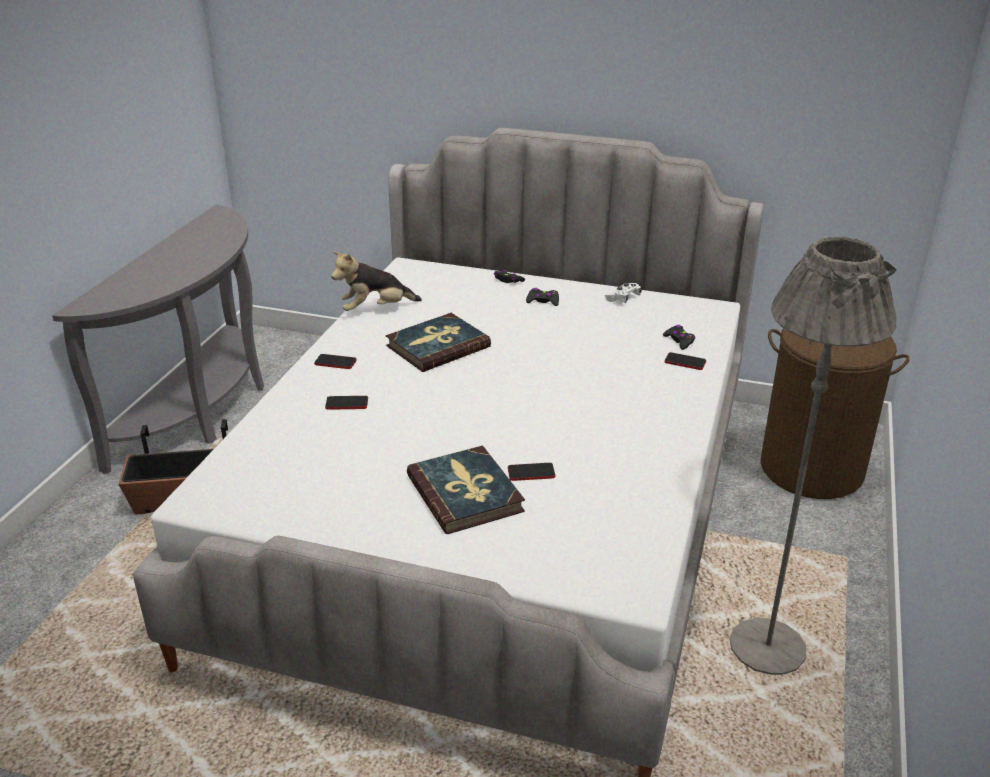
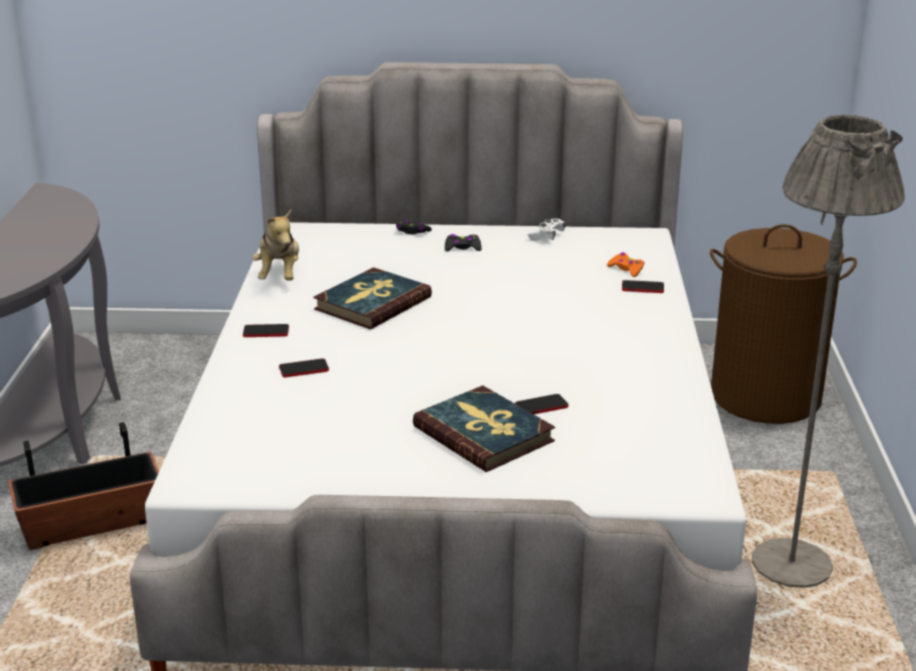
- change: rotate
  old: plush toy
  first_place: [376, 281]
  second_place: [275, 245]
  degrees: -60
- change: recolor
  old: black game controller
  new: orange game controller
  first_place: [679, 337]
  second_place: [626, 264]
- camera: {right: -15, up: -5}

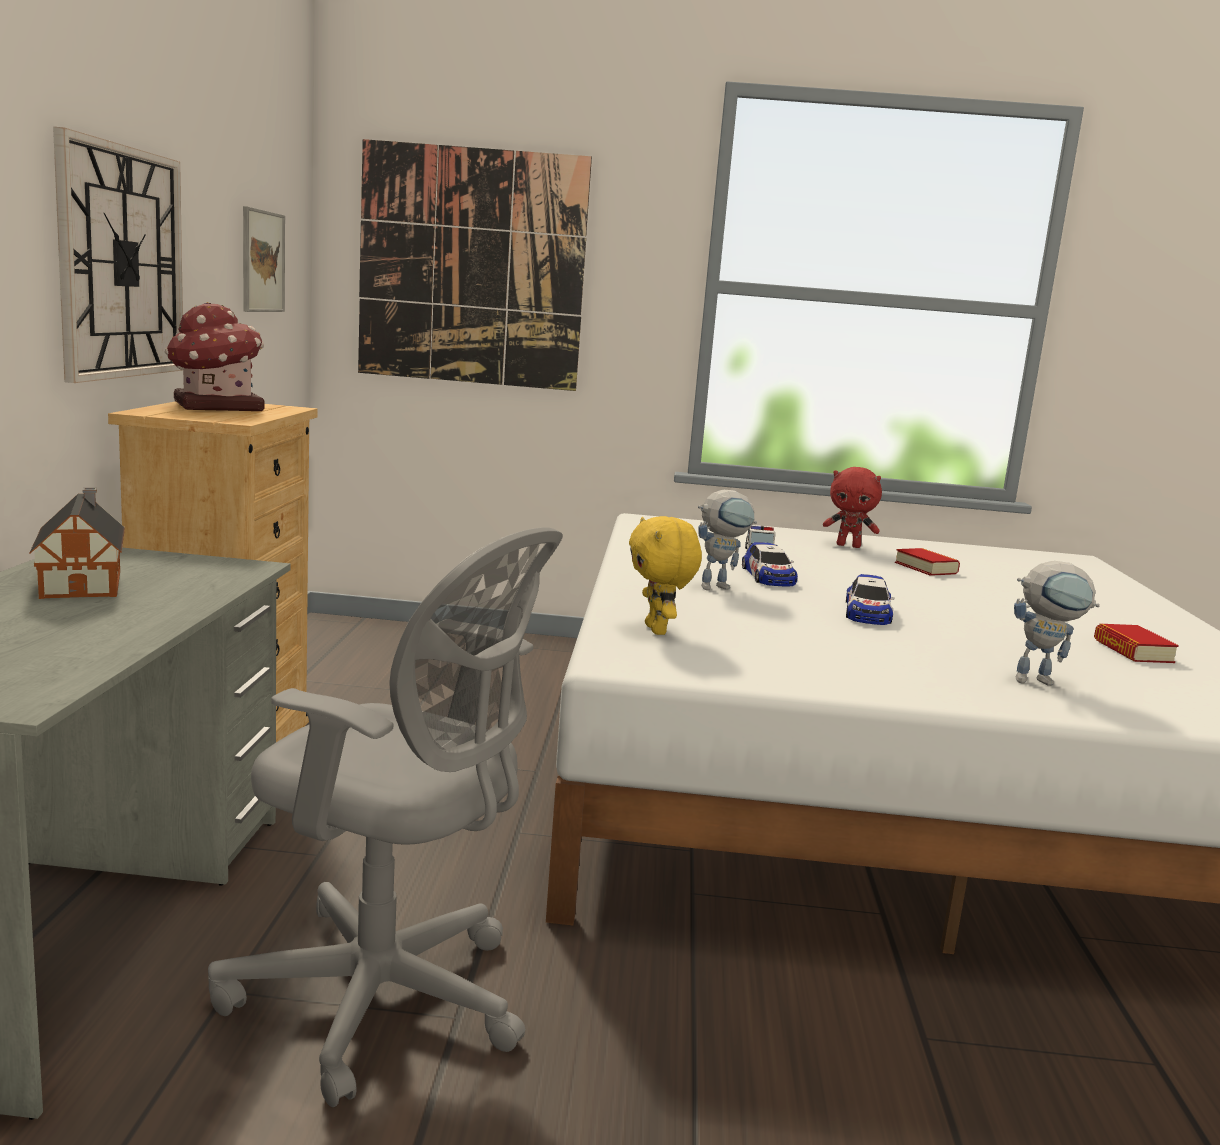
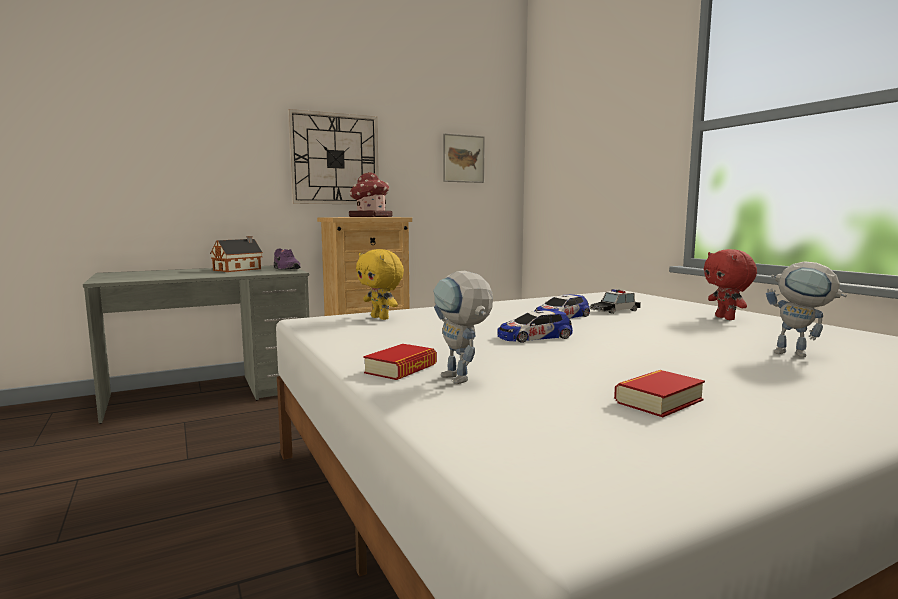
- change: delete
  old: picture
  first_place: [475, 265]
- change: move
  old: toy robot
  first_place: [727, 540]
  second_place: [806, 309]
- change: rotate
  old: yellow plush toy
  first_place: [665, 575]
  second_place: [380, 284]
  degrees: -90
- change: delete
  old: grey office chair
  first_place: [385, 817]
- change: move
  old: book
  first_place: [927, 562]
  second_place: [400, 362]
- change: insert
  new: purple shoe
  second_place: [287, 259]
- camera: {right: 60, up: -5}

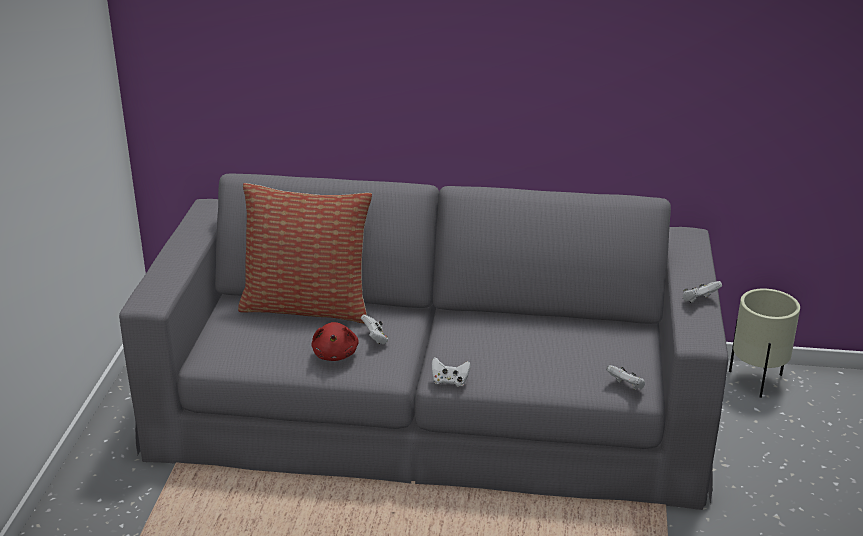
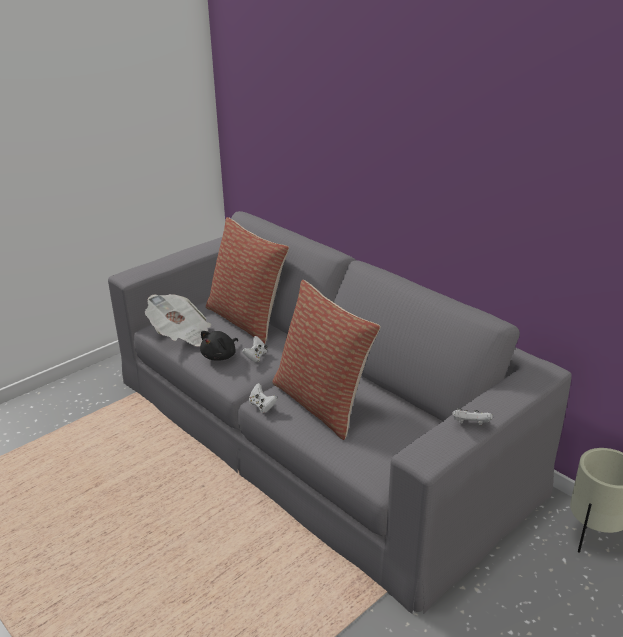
- change: recolor
  old: red plush toy
  new: black plush toy
  first_place: [335, 341]
  second_place: [219, 346]
- change: delete
  old: white game controller
  first_place: [626, 377]
- change: insert
  new: pillow
  second_place: [326, 360]
- change: insert
  new: newspaper
  second_place: [178, 320]
- camera: {right: 40, up: 0}

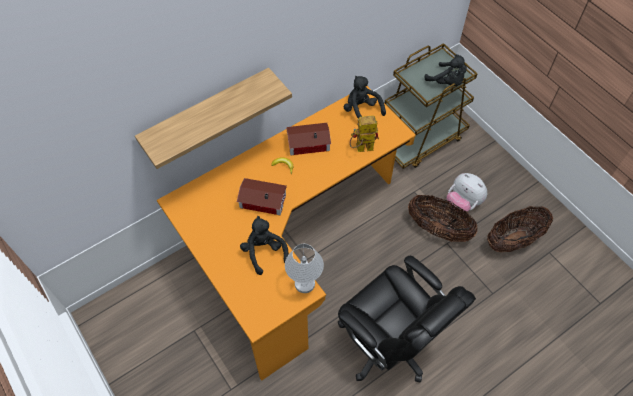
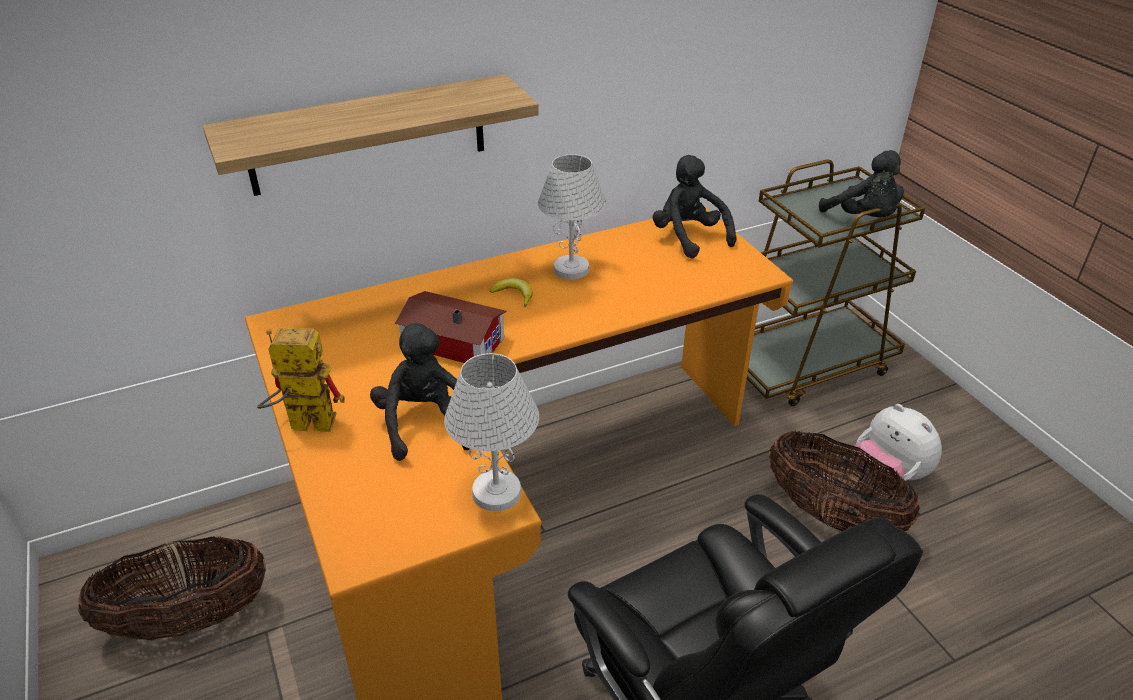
- change: move
  old: toy robot
  first_place: [364, 133]
  second_place: [301, 380]
- change: replace
  old: toy house
  new: white table lamp
  first_place: [308, 139]
  second_place: [572, 217]
- change: move
  old: basket
  first_place: [520, 229]
  second_place: [172, 588]
- camera: {right: 10, up: -20}

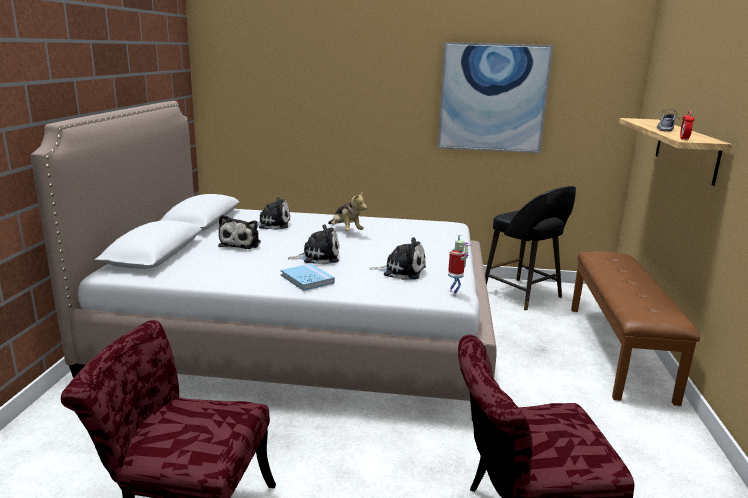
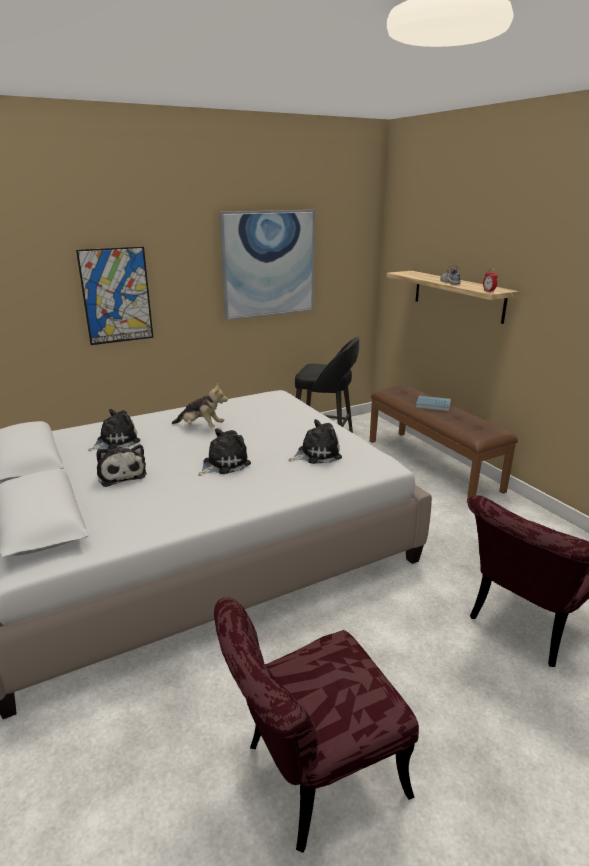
- change: delete
  old: toy robot
  first_place: [459, 265]
- change: move
  old: blue book
  first_place: [308, 277]
  second_place: [433, 403]
- change: insert
  new: picture
  second_place: [114, 296]
- camera: {right: -35, up: 5}

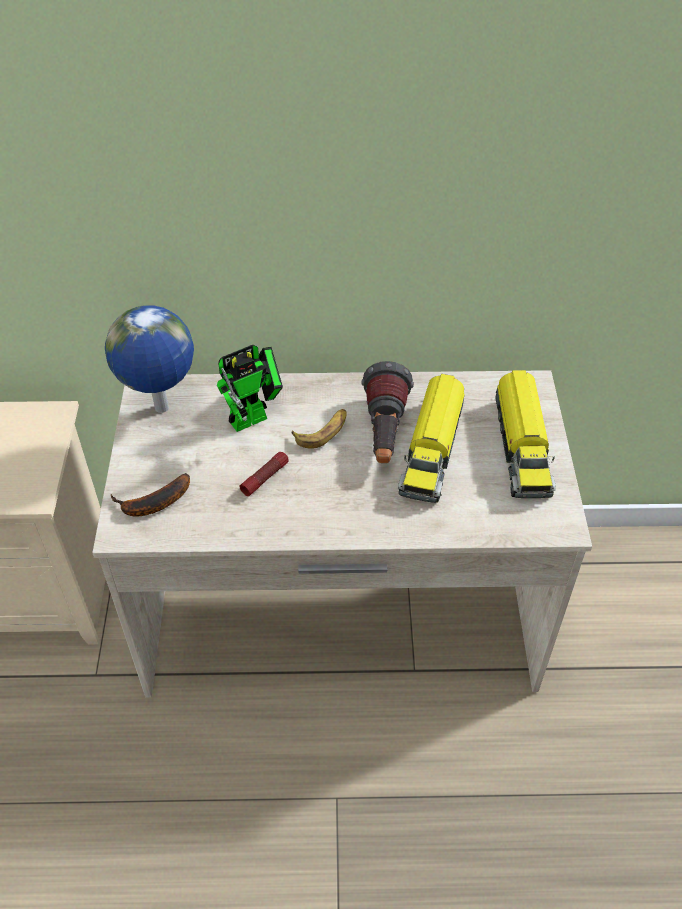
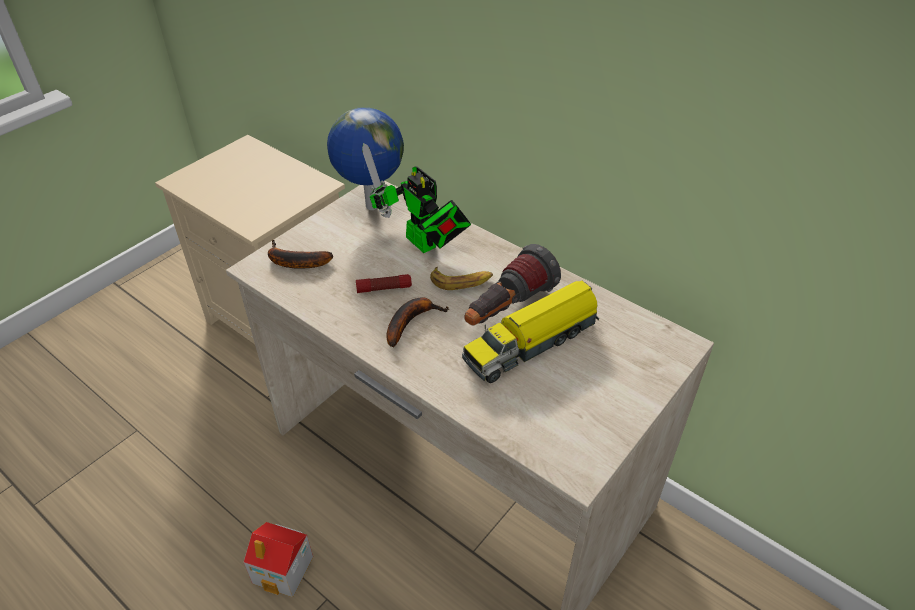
- change: rotate
  old: toy robot
  first_place: [250, 388]
  second_place: [416, 198]
  degrees: 45
- change: delete
  old: toy truck
  first_place: [525, 434]
- change: insert
  new: banana
  second_place: [418, 322]
- change: insert
  new: toy house
  second_place: [278, 559]
- camera: {right: 40, up: -5}

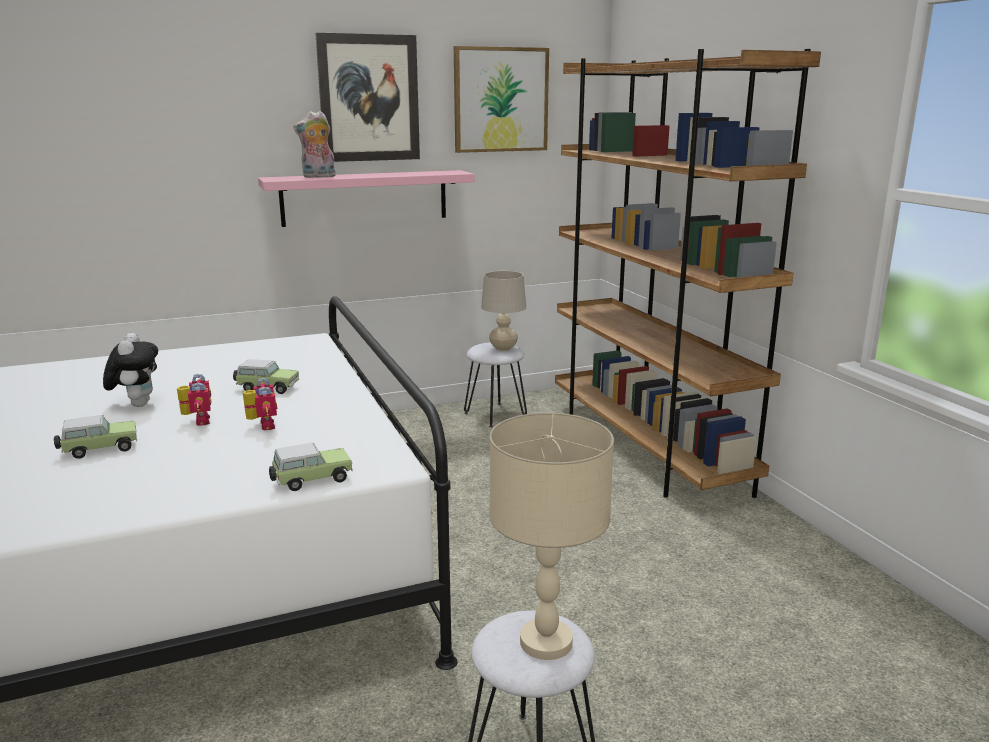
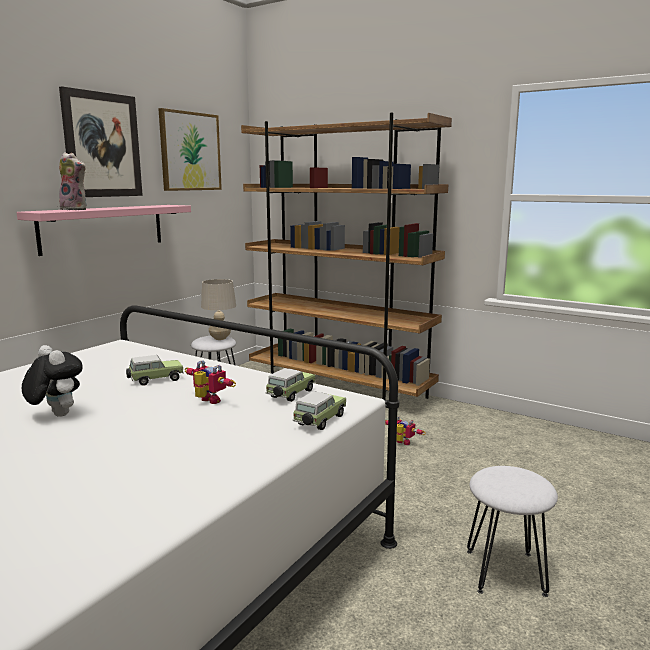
- change: rotate
  old: plush toy
  first_place: [314, 144]
  second_place: [72, 181]
  degrees: -105
- change: move
  old: toy robot
  first_place: [194, 400]
  second_place: [405, 430]
- change: delete
  old: beige table lamp
  first_place: [551, 536]
- change: move
  old: toy car
  first_place: [95, 437]
  second_place: [290, 385]
- camera: {right: -35, up: -5}

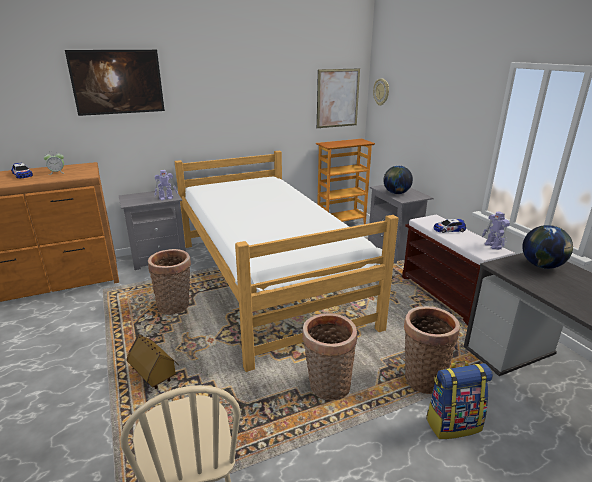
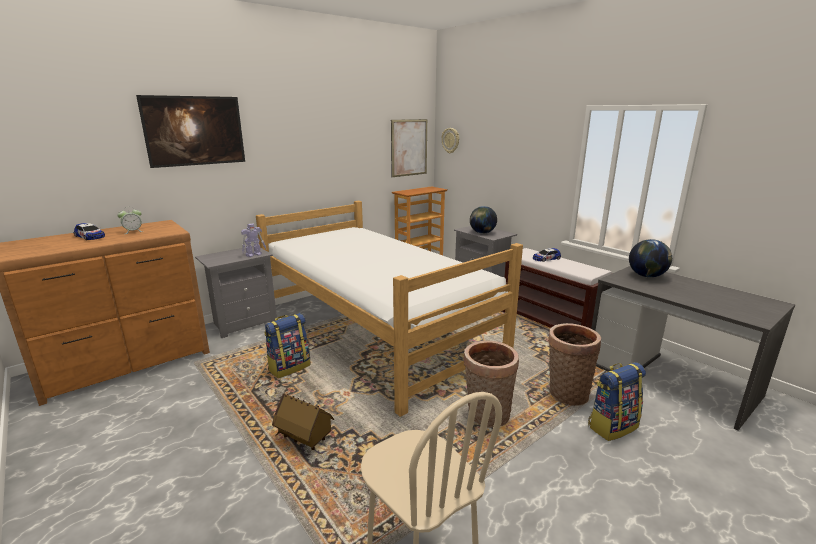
- change: delete
  old: toy robot
  first_place: [496, 230]
- change: replace
  old: basket
  new: backpack
  first_place: [169, 282]
  second_place: [288, 345]
- camera: {right: -15, up: -5}

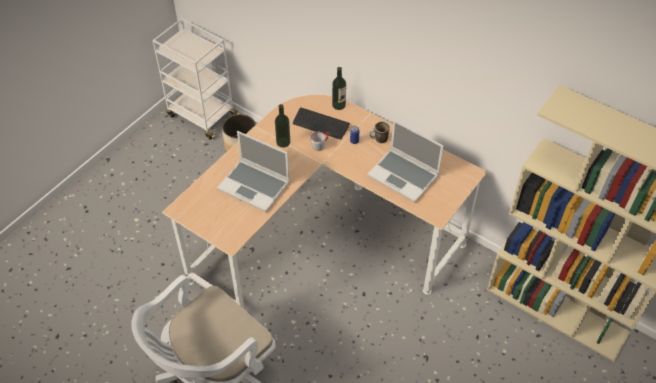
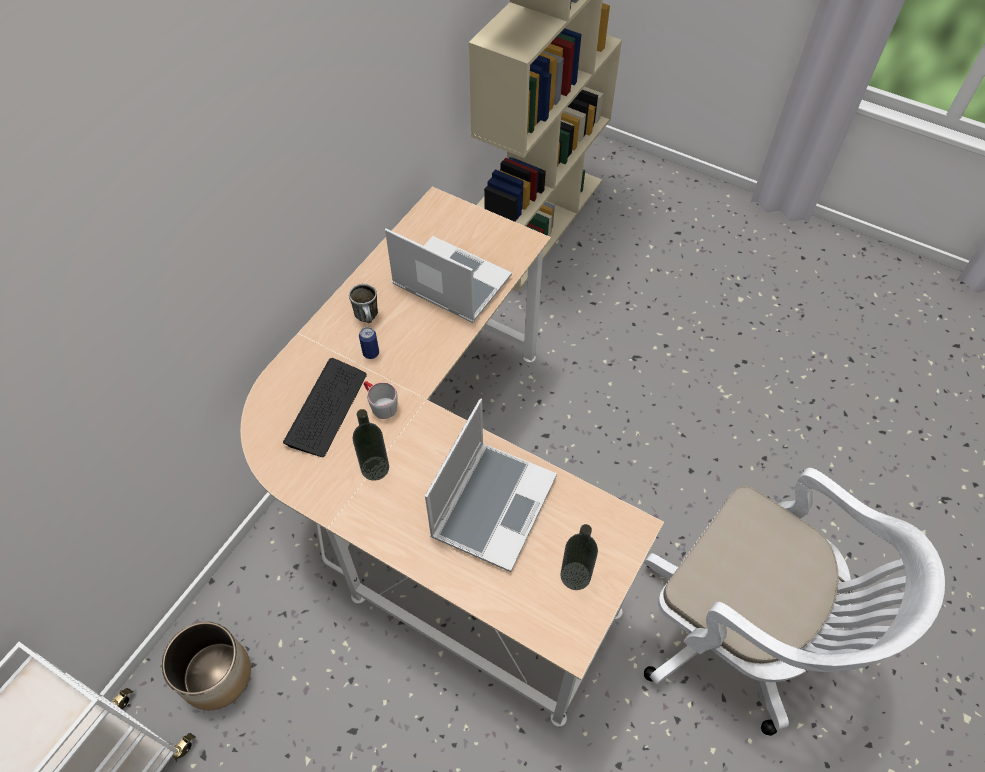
- change: move
  old: bottle
  first_place: [339, 88]
  second_place: [579, 557]
- change: rotate
  old: laptop
  first_place: [405, 161]
  second_place: [448, 275]
  degrees: -90
- camera: {right: -95, up: 5}

